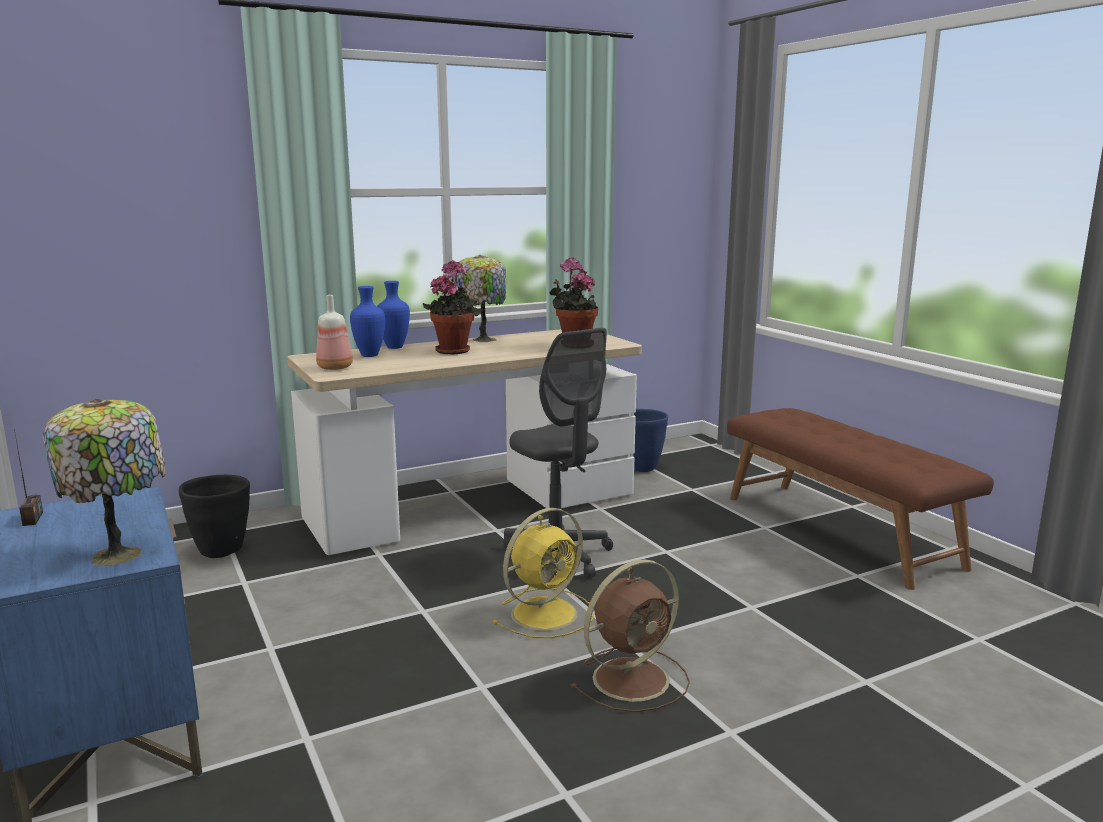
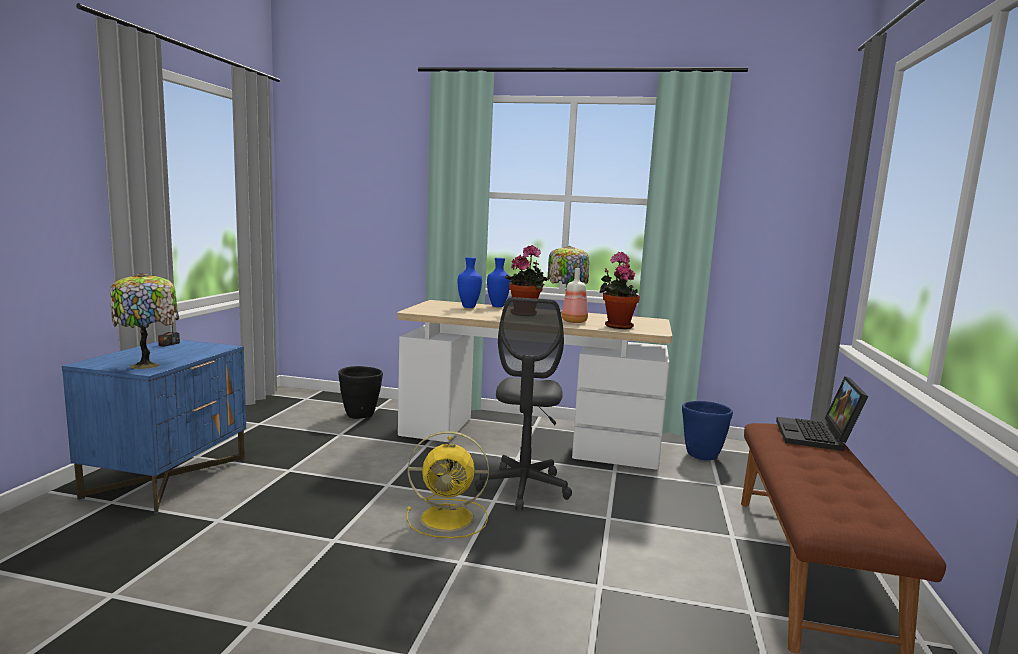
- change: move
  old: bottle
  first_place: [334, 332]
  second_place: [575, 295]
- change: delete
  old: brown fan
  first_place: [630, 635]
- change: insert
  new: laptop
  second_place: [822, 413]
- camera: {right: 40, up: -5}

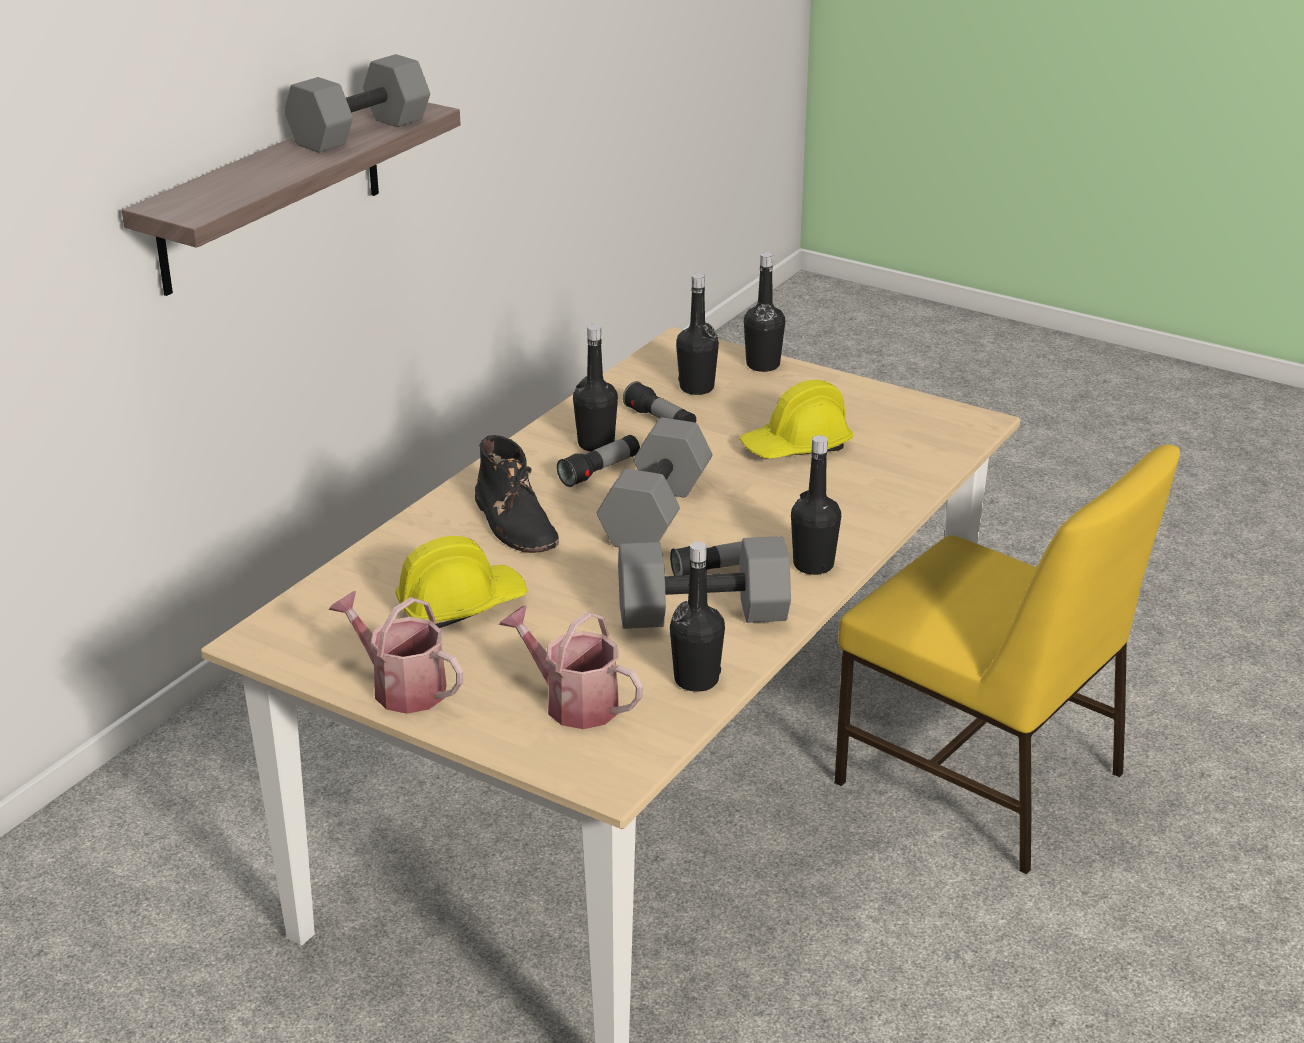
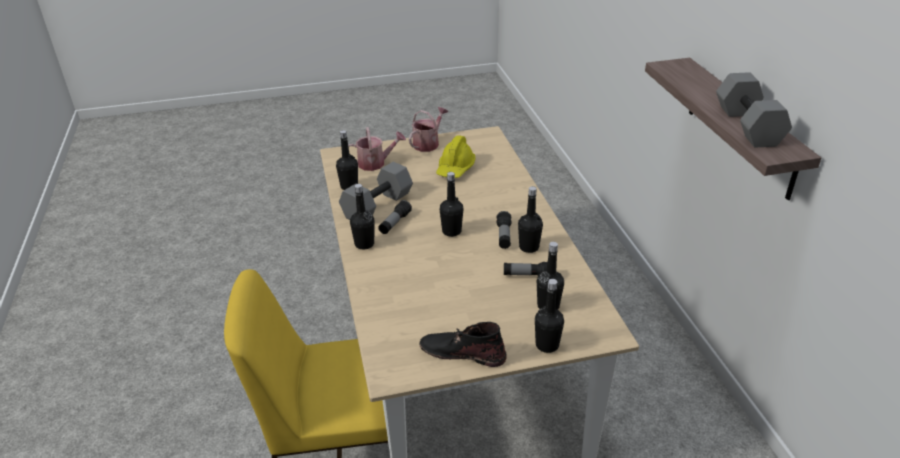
- change: delete
  old: yellow hard hat
  first_place: [796, 419]
- change: replace
  old: grey dumbbell
  new: black bottle
  first_place: [654, 482]
  second_place: [451, 204]
- change: move
  old: black boot
  first_place: [517, 494]
  second_place: [462, 344]
- change: rotate
  old: watering can
  first_place: [396, 652]
  second_place: [428, 129]
  degrees: -45
- camera: {right: 135, up: 5}

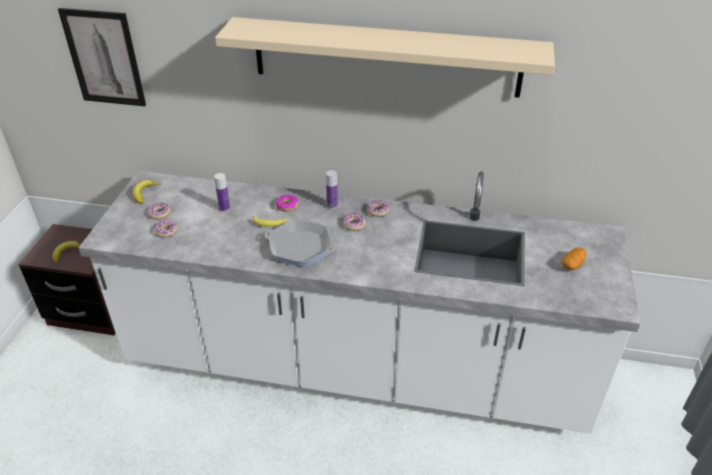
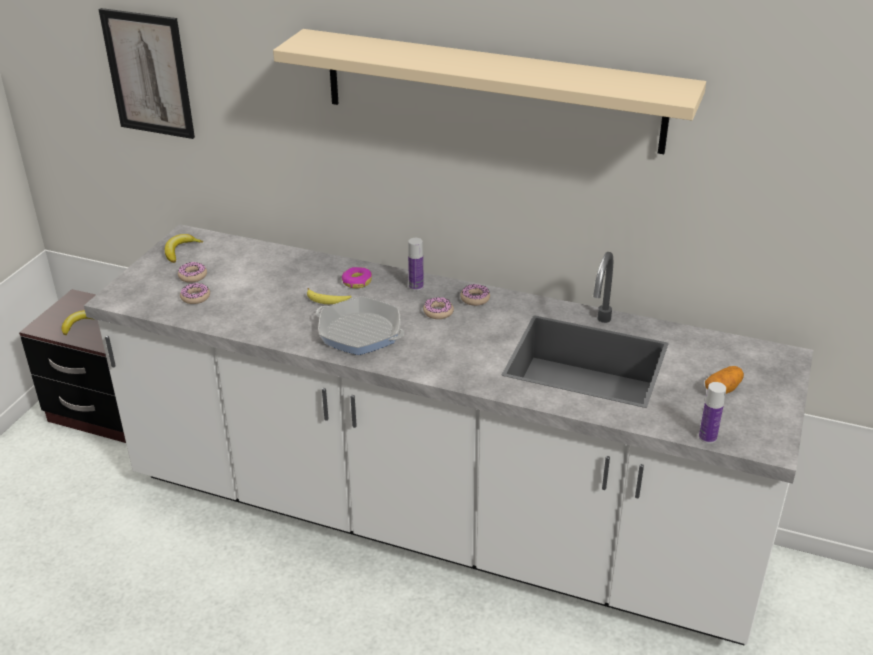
- change: move
  old: bottle
  first_place: [222, 192]
  second_place: [712, 412]
- camera: {right: 10, up: -5}

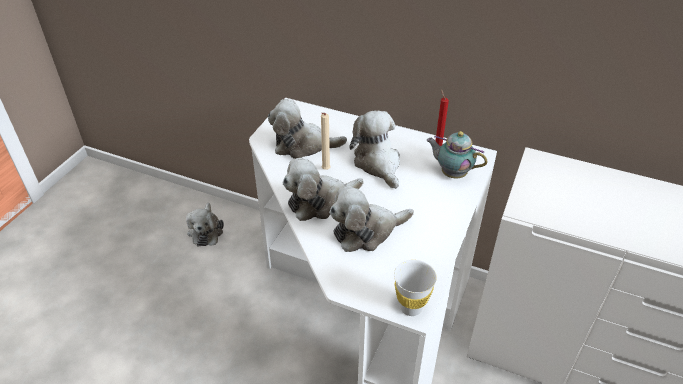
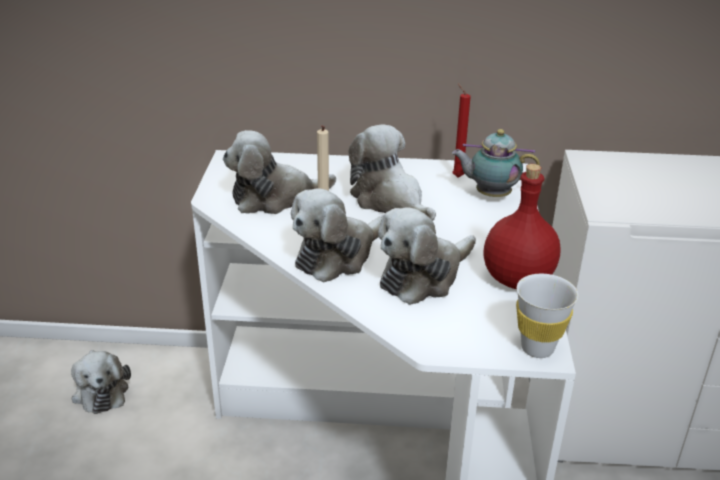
- change: insert
  new: red bottle
  second_place: [522, 226]
- camera: {right: -20, up: -10}

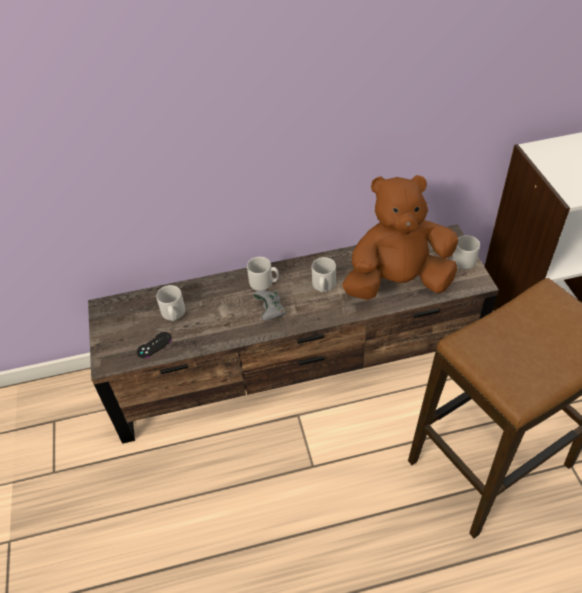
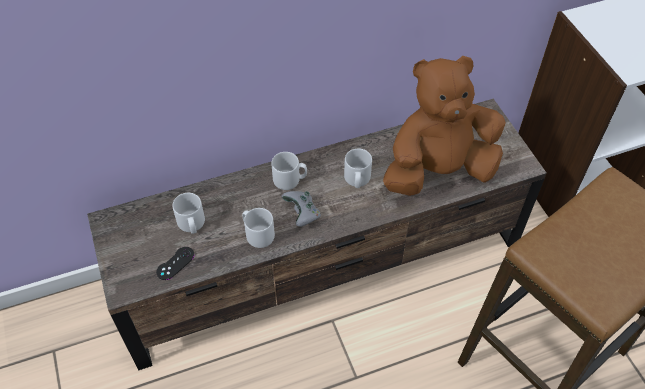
- change: move
  old: grey mug
  first_place: [466, 252]
  second_place: [258, 228]
- camera: {right: -10, up: 5}

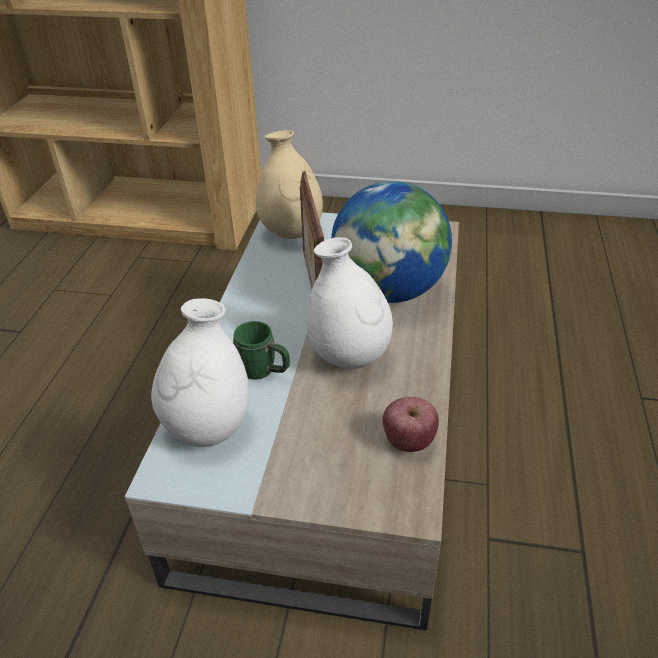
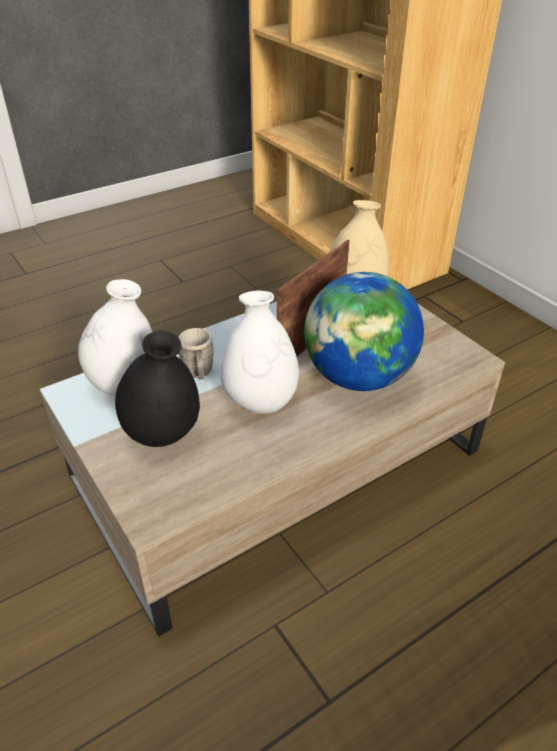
- change: recolor
  old: green mug
  new: grey mug
  first_place: [261, 350]
  second_place: [195, 354]
- change: delete
  old: apple
  first_place: [411, 424]
- change: insert
  new: black vase
  second_place: [157, 389]
- camera: {right: 45, up: 0}

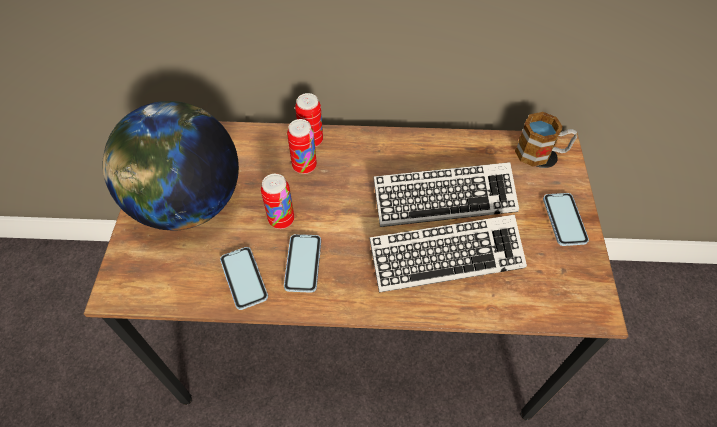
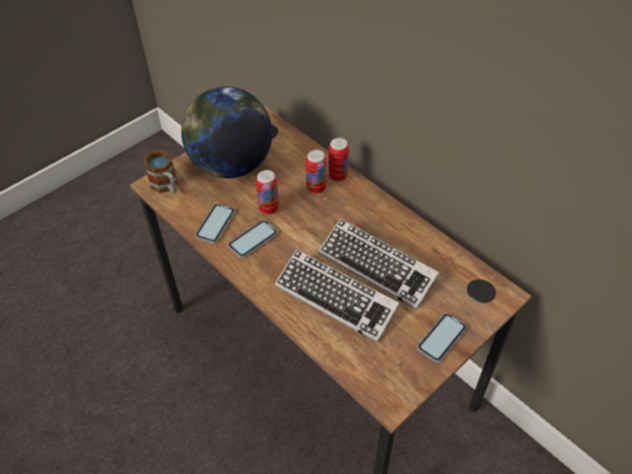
- change: move
  old: mug
  first_place: [546, 139]
  second_place: [161, 171]
- camera: {right: 45, up: -5}

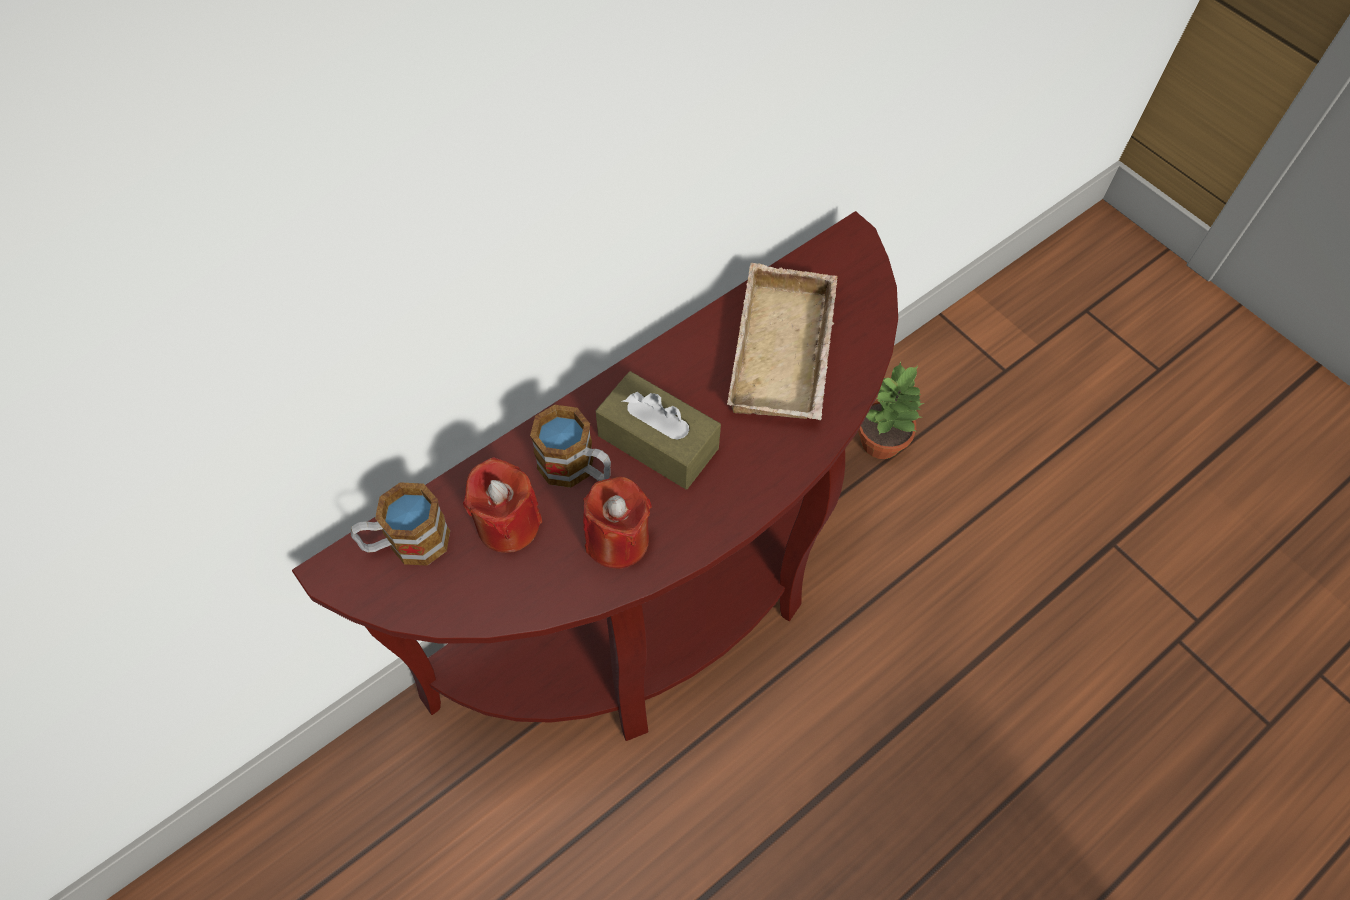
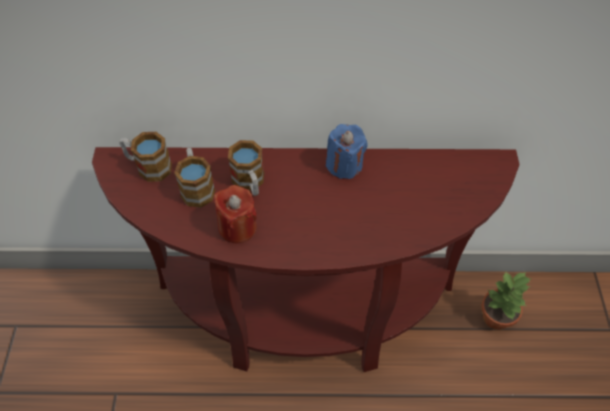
- change: delete
  old: beige tray
  first_place: [782, 341]
- change: delete
  old: brown tissue box
  first_place: [658, 430]
- change: replace
  old: red candle
  new: mug
  first_place: [502, 505]
  second_place: [194, 178]
- change: insert
  new: blue candle
  second_place: [347, 151]
- camera: {right: 40, up: -5}

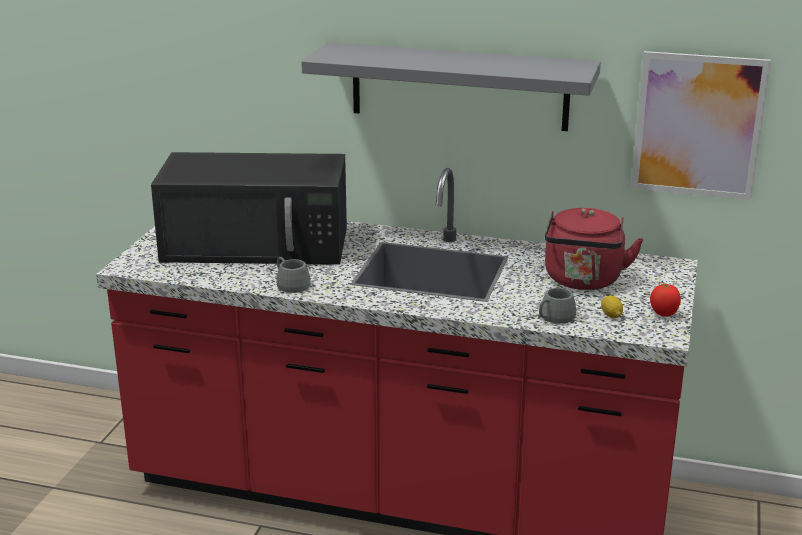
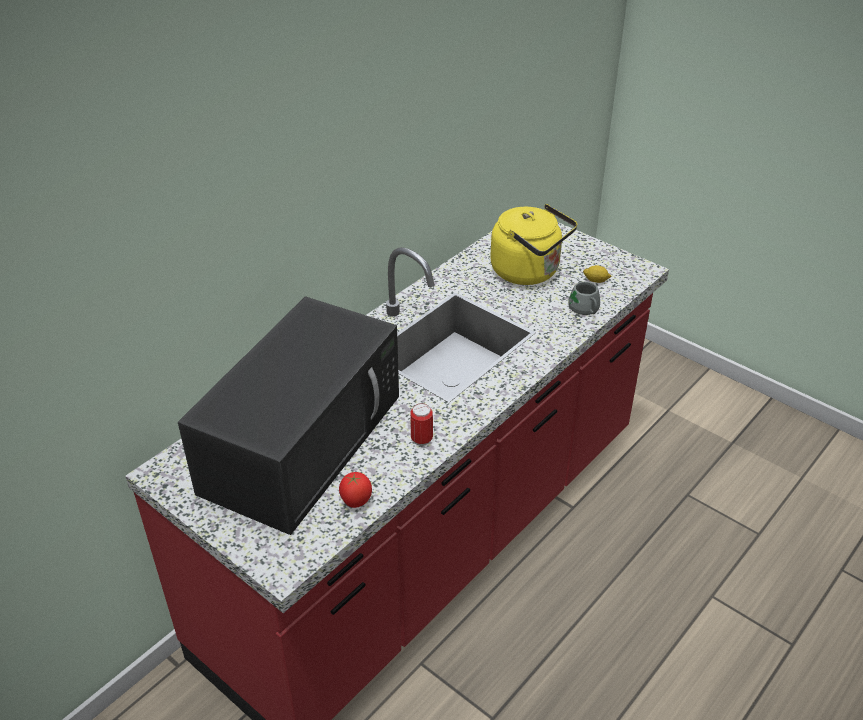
- change: delete
  old: grey shelf
  first_place: [451, 86]
- change: delete
  old: picture
  first_place: [701, 125]
- change: recolor
  old: red kettle
  new: yellow kettle
  first_place: [594, 249]
  second_place: [533, 244]
- change: replace
  old: grey mug
  new: can
  first_place: [293, 275]
  second_place: [421, 424]
- change: move
  old: tomato
  first_place: [665, 300]
  second_place: [355, 490]
- camera: {right: -65, up: 15}

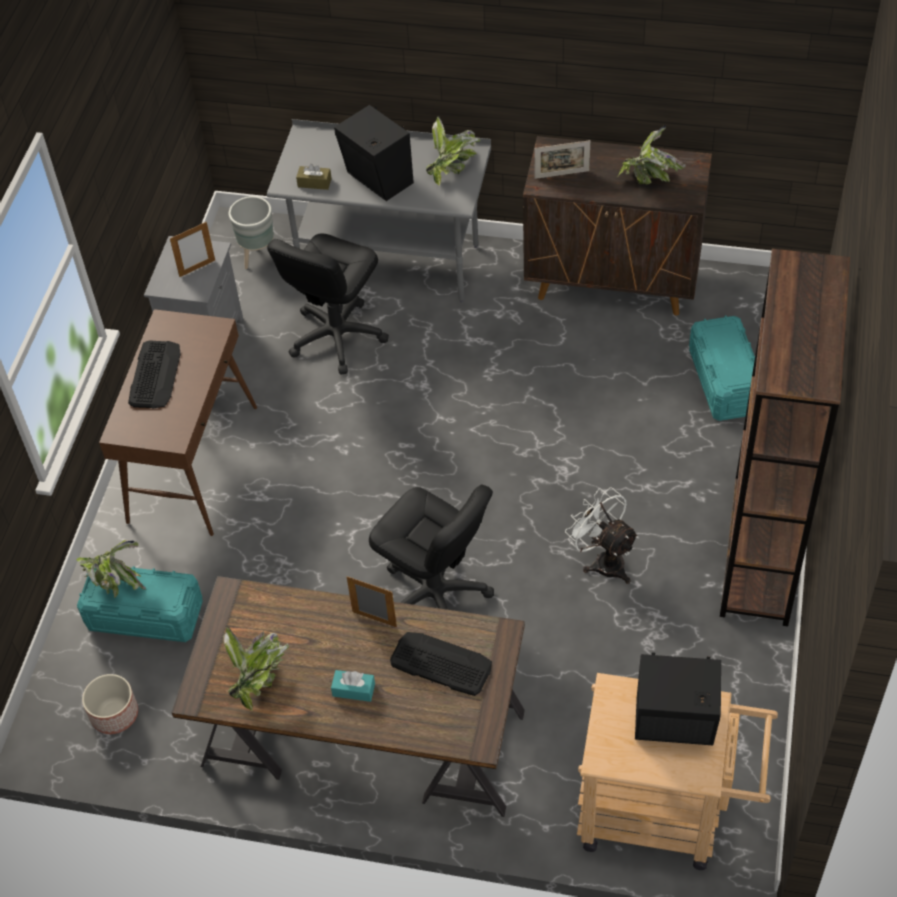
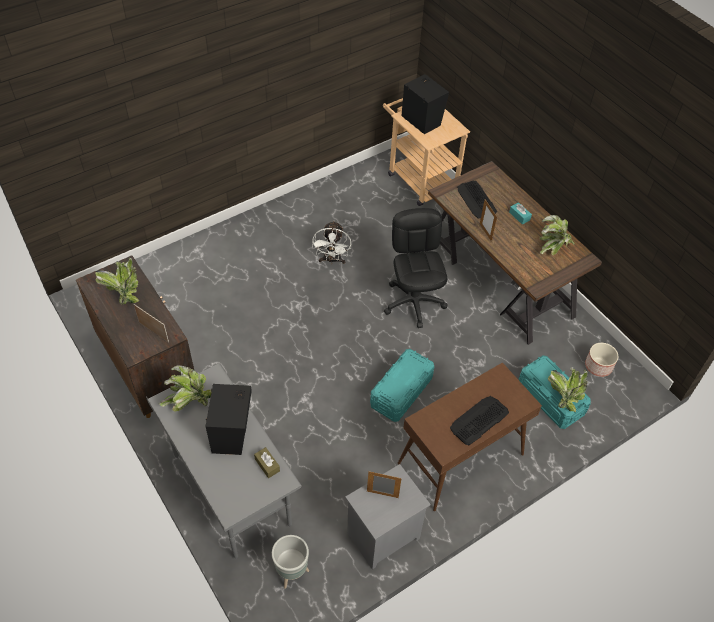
- change: delete
  old: black office chair
  first_place: [328, 304]
- change: delete
  old: brown bookcase
  first_place: [785, 438]
- change: move
  old: turquoise storage box
  first_place: [722, 368]
  second_place: [402, 385]
- camera: {right: -140, up: 0}

